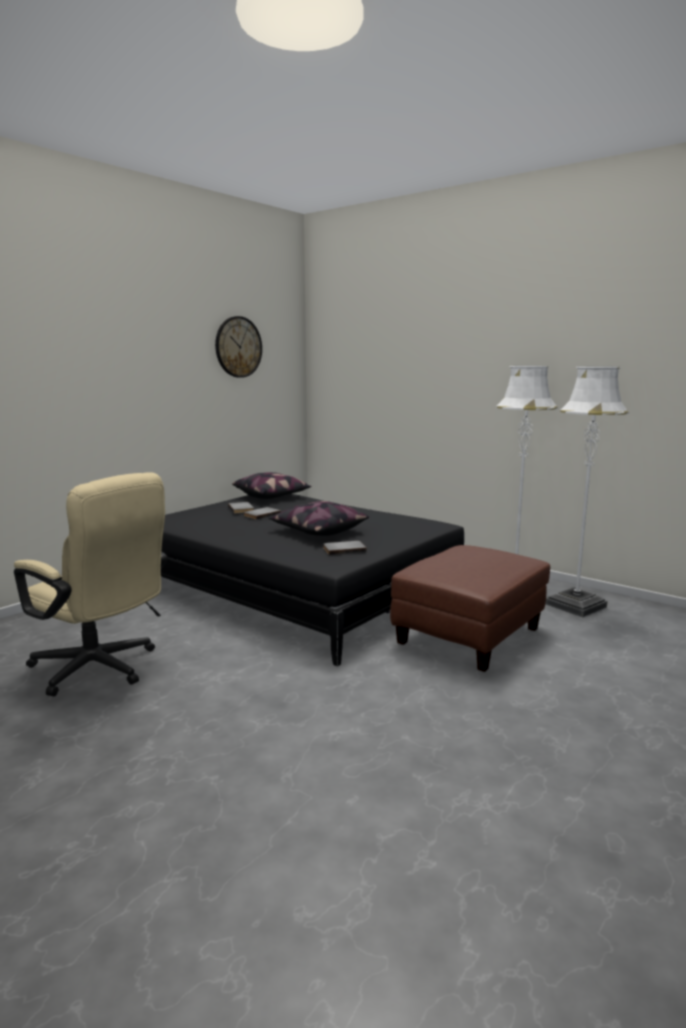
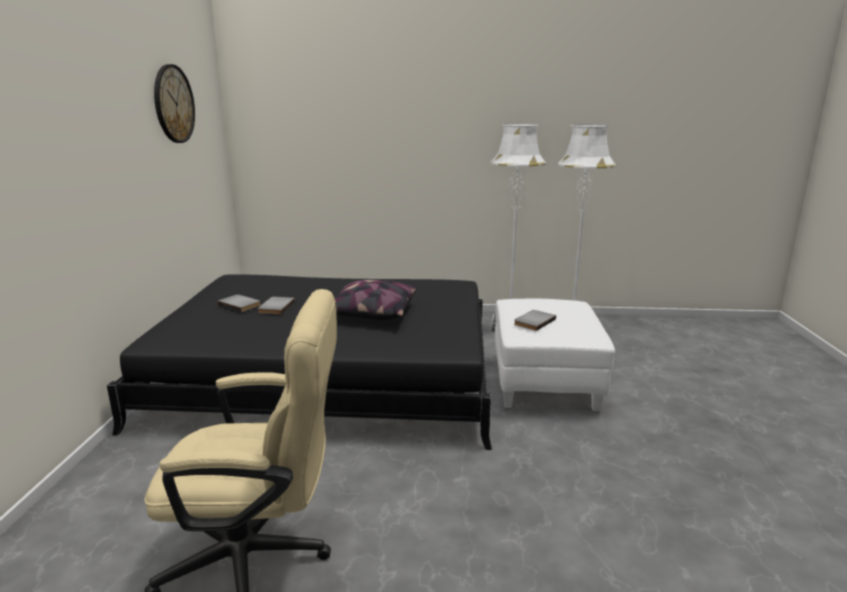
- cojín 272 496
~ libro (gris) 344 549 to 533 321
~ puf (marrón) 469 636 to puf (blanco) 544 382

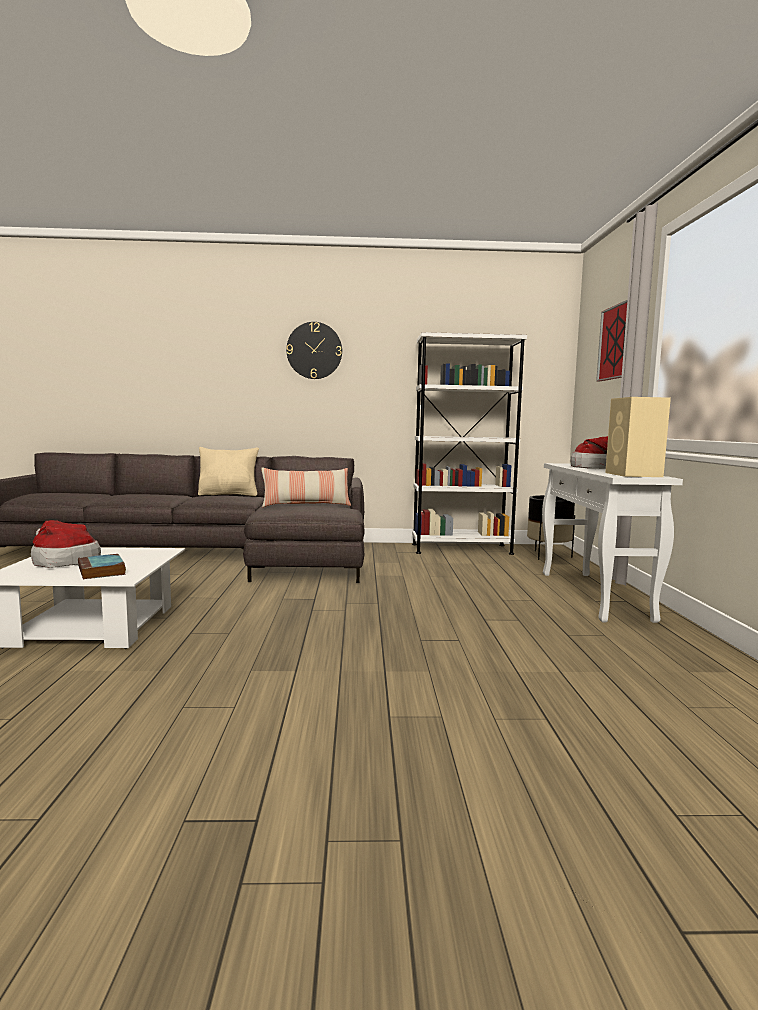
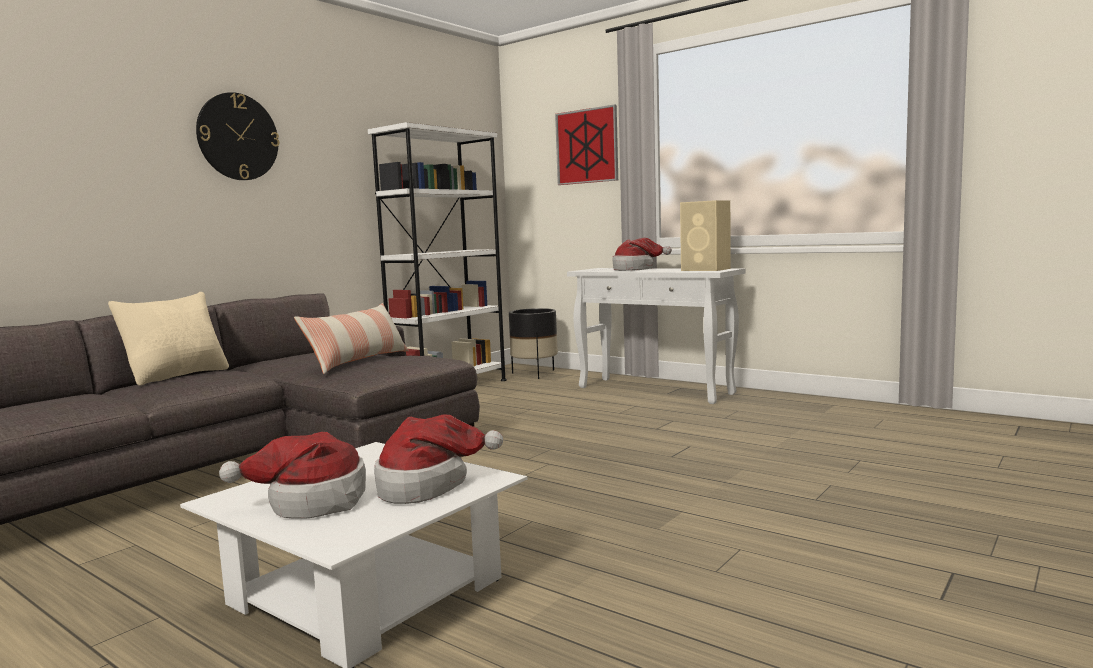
~ libro 102 571 to sombrero 428 485

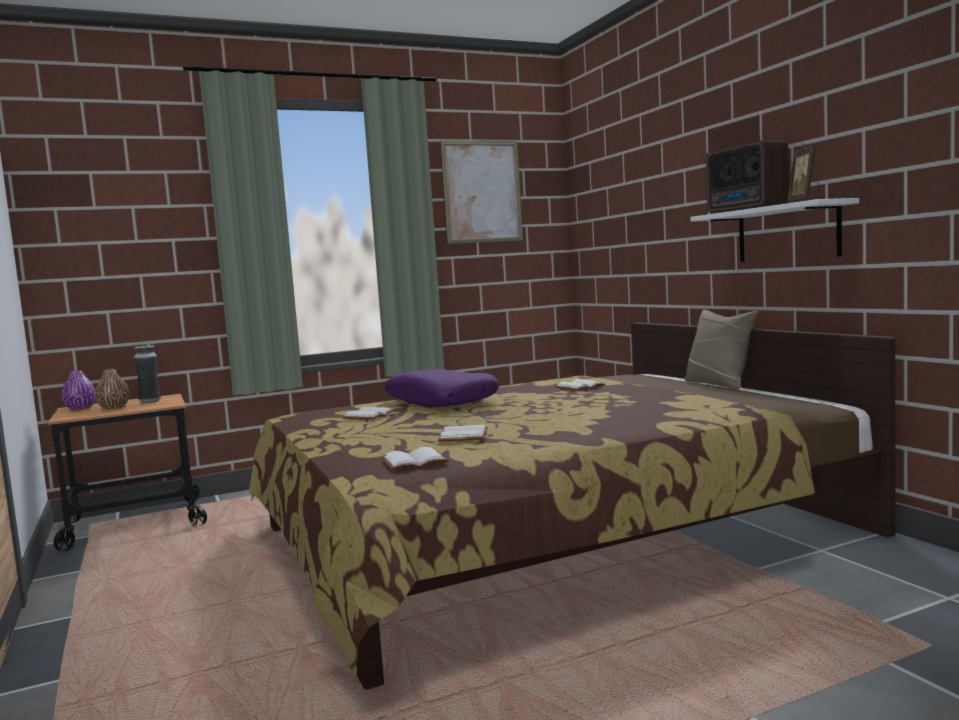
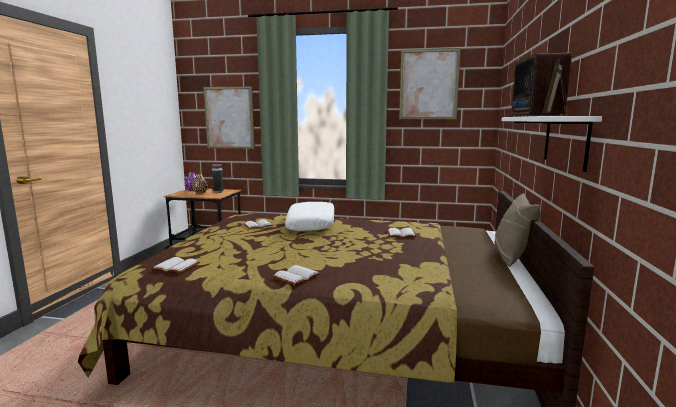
~ cojín (morado) 442 401 to cojín (blanco) 312 224
~ libro (blanco) 462 436 to 296 276
+ cuadro 229 118

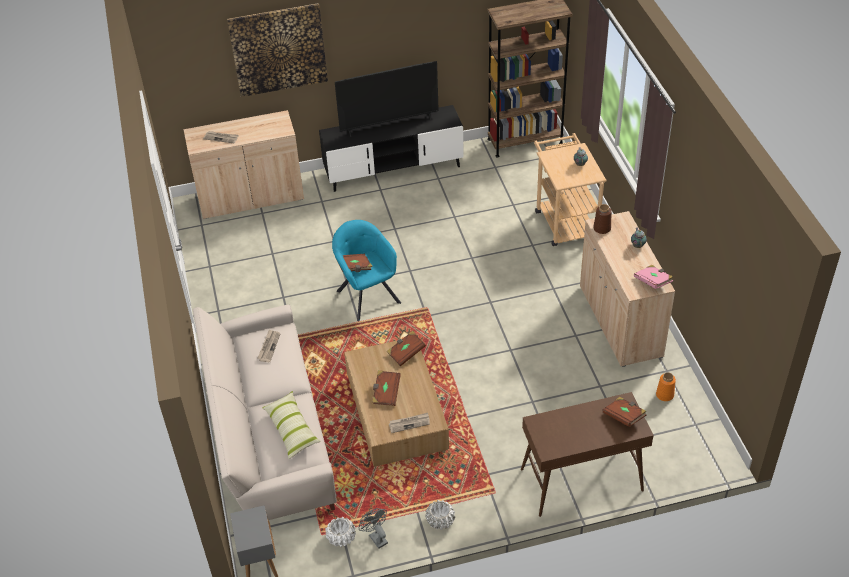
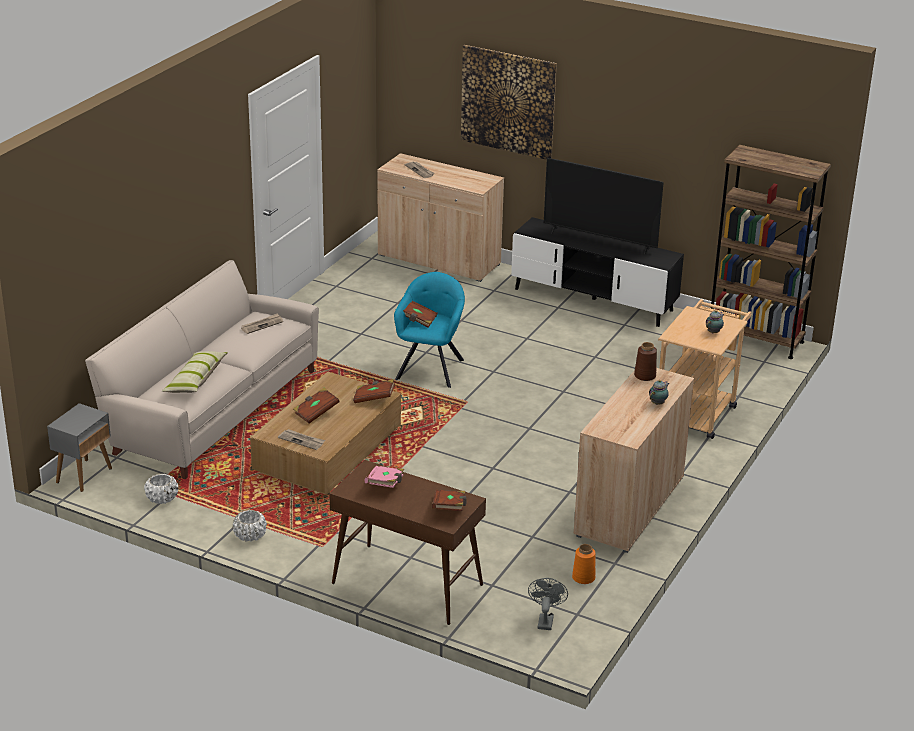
~ ventilador (gris) 376 537 to 545 620
~ libro (rosa) 653 282 to 385 484

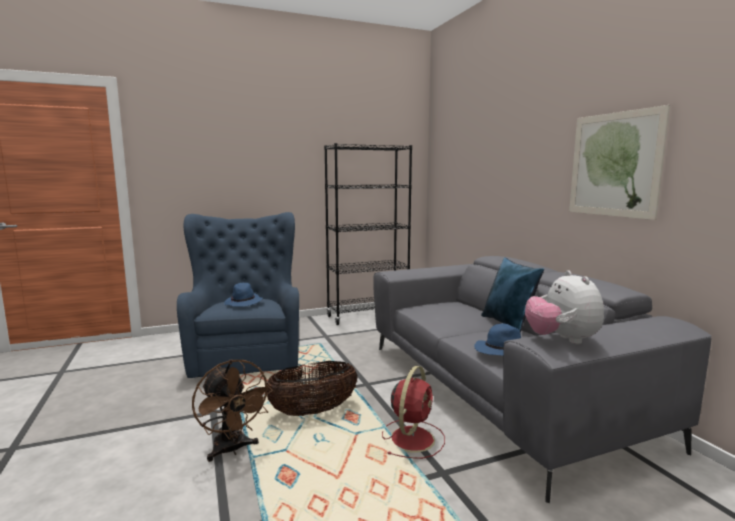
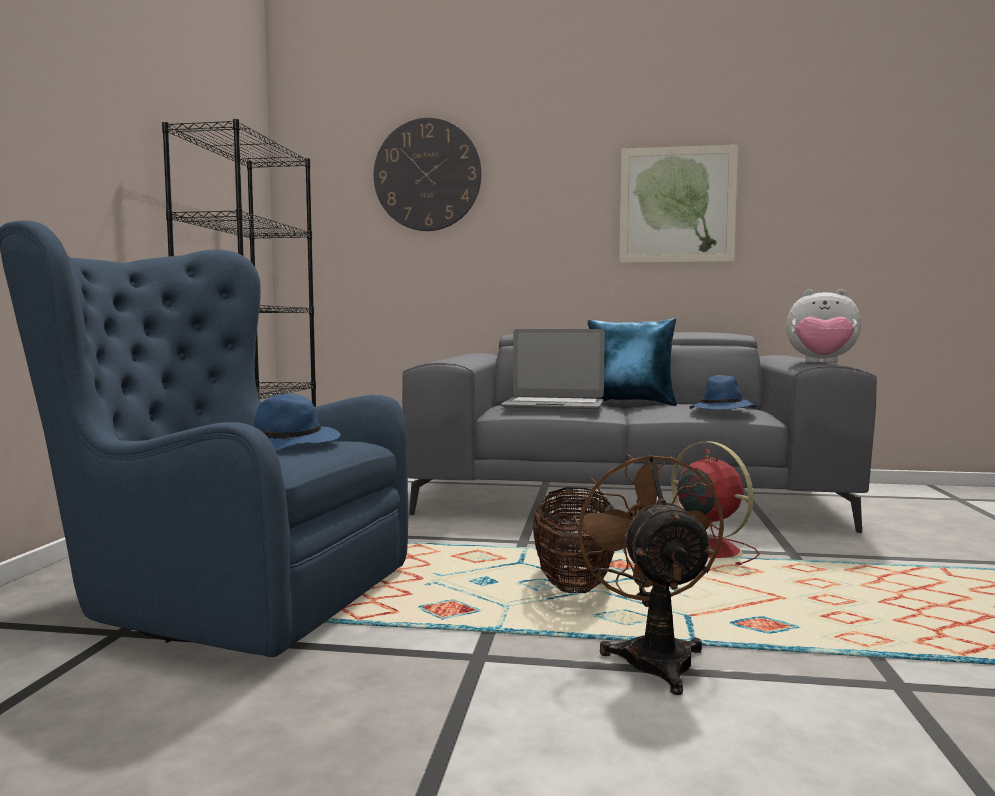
~ ventilador (marrón) 232 450 = 653 655 90 degrees counterclockwise
+ reloj de pared 427 175
+ portátil 553 405

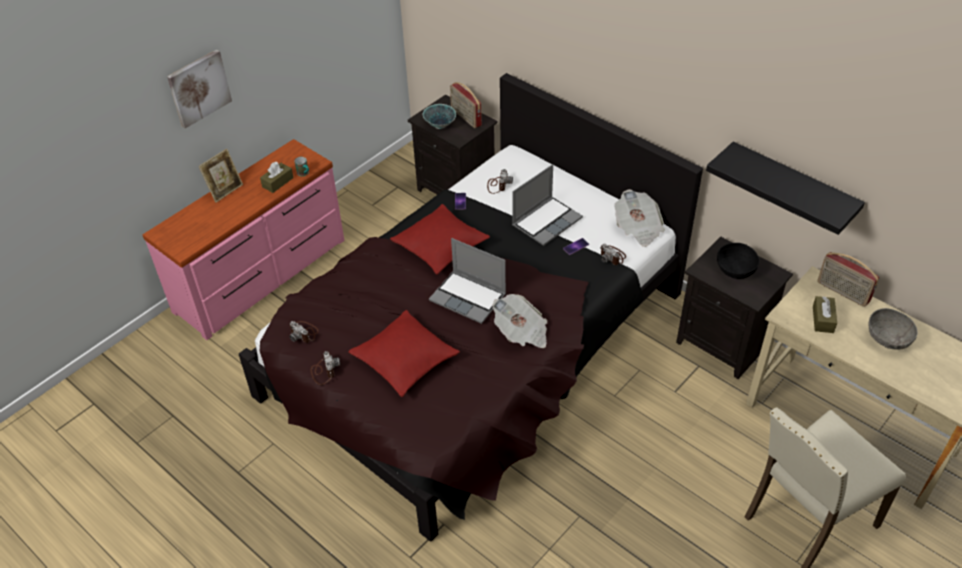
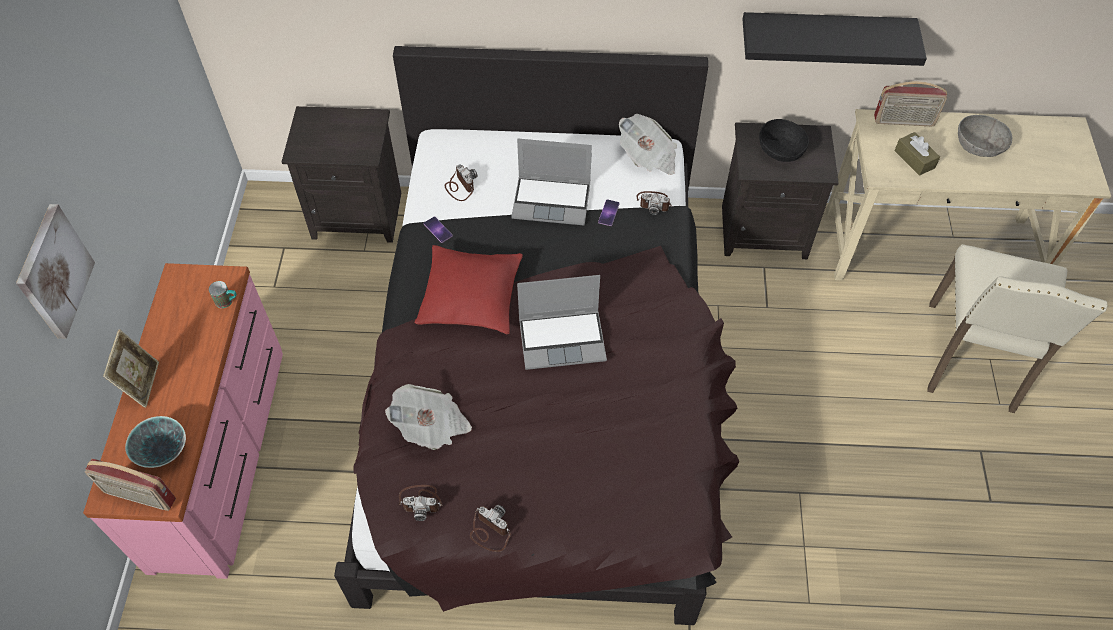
- caja de pañuelos (marrón) 278 182
- cojín (rojo) 405 360
~ cuenco 439 125 to 162 452
~ radio 465 117 to 139 496
~ periódico 521 332 to 432 426
~ portátil 546 221 = 552 201 90 degrees clockwise

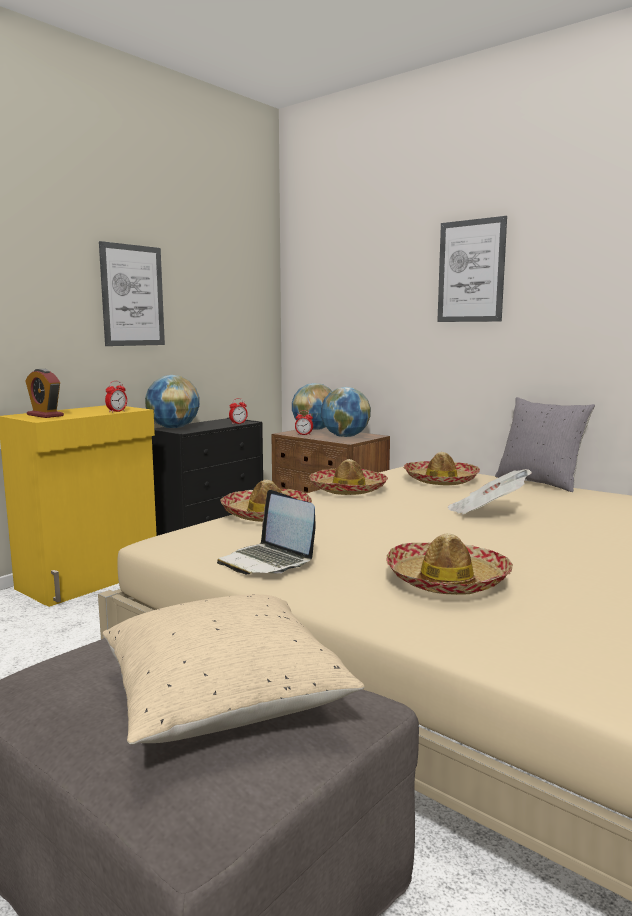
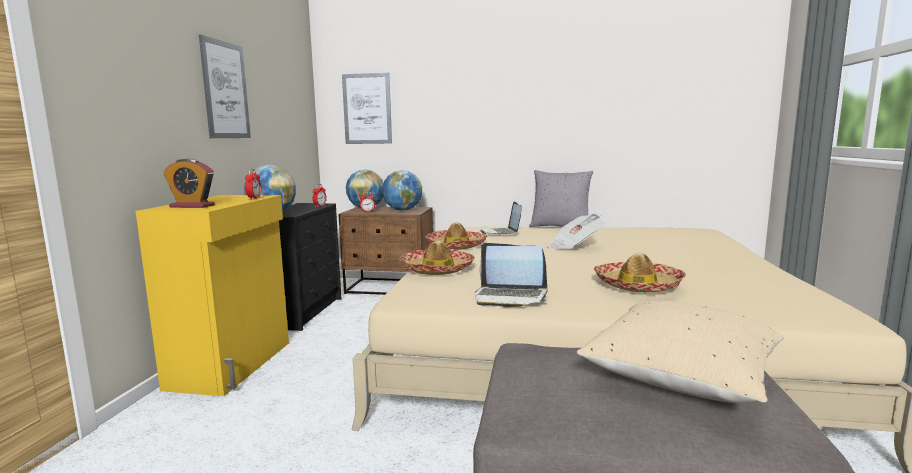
~ sombrero 440 480 to portátil 501 233
~ cuadro 471 271 to 367 109

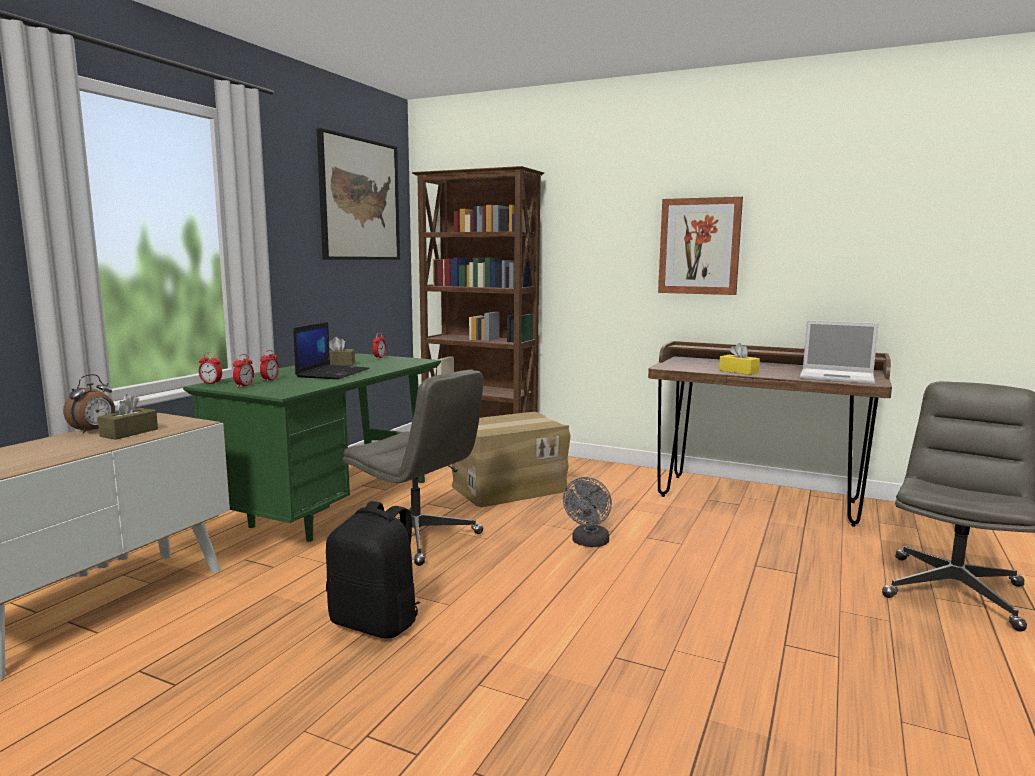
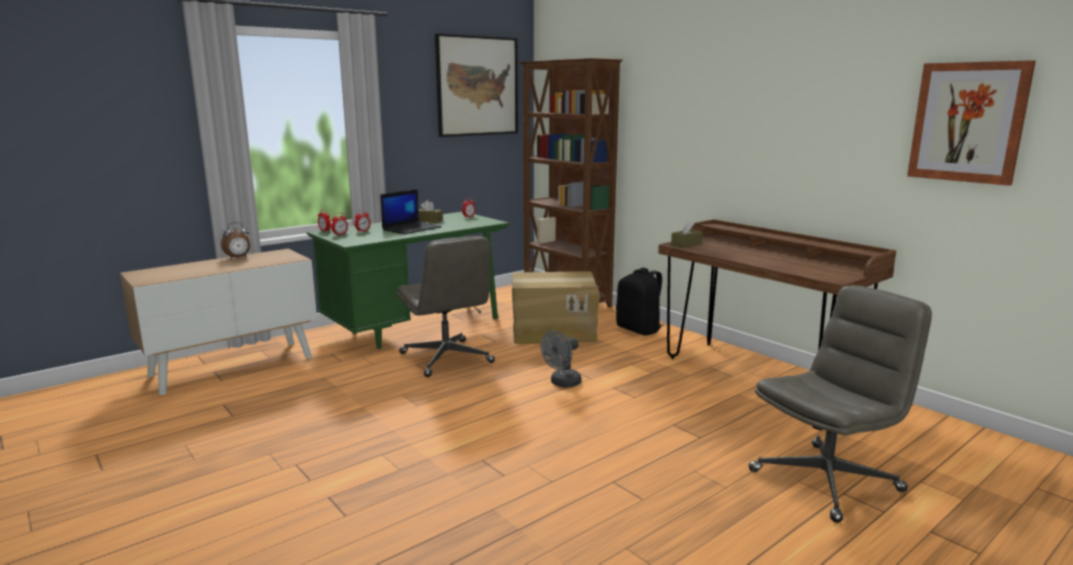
~ caja de pañuelos (marrón) 129 433 to 686 244
~ mochila (negro) 376 623 to 639 329
~ cuadro 699 246 to 968 122
- caja de pañuelos (amarillo) 738 371
- portátil 838 377

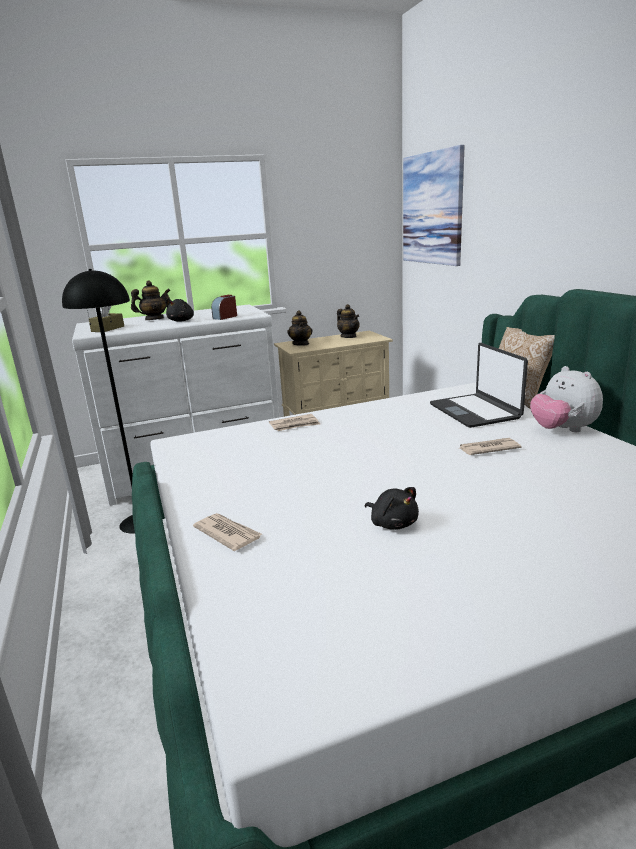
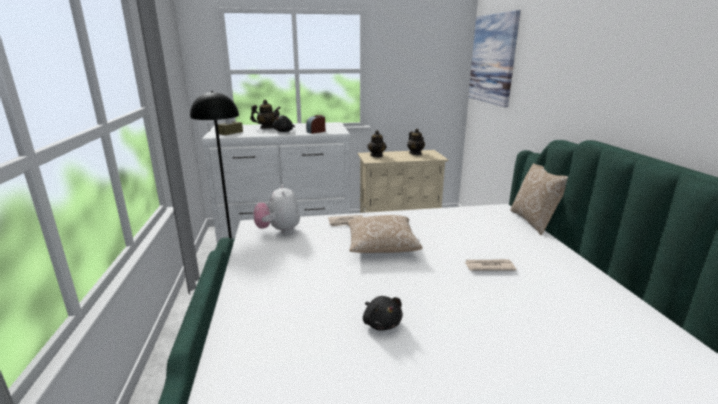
- periódico 227 533
- portátil 475 411
~ peluche 562 430 to 279 231
+ cojín 381 246

